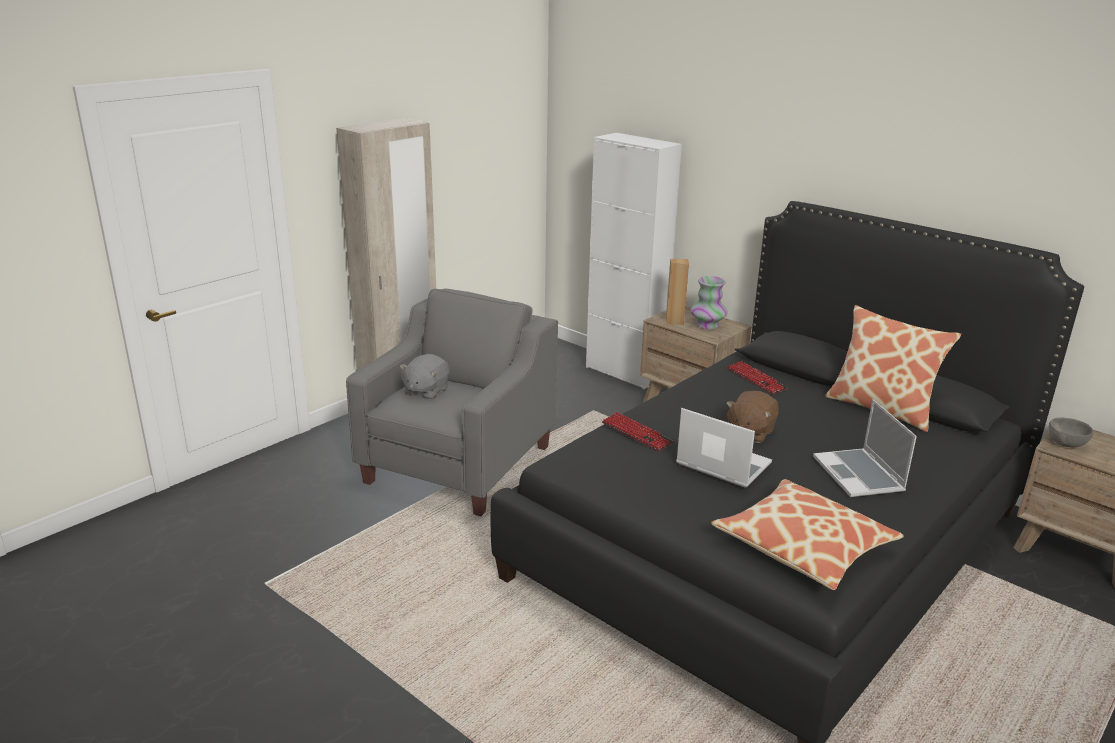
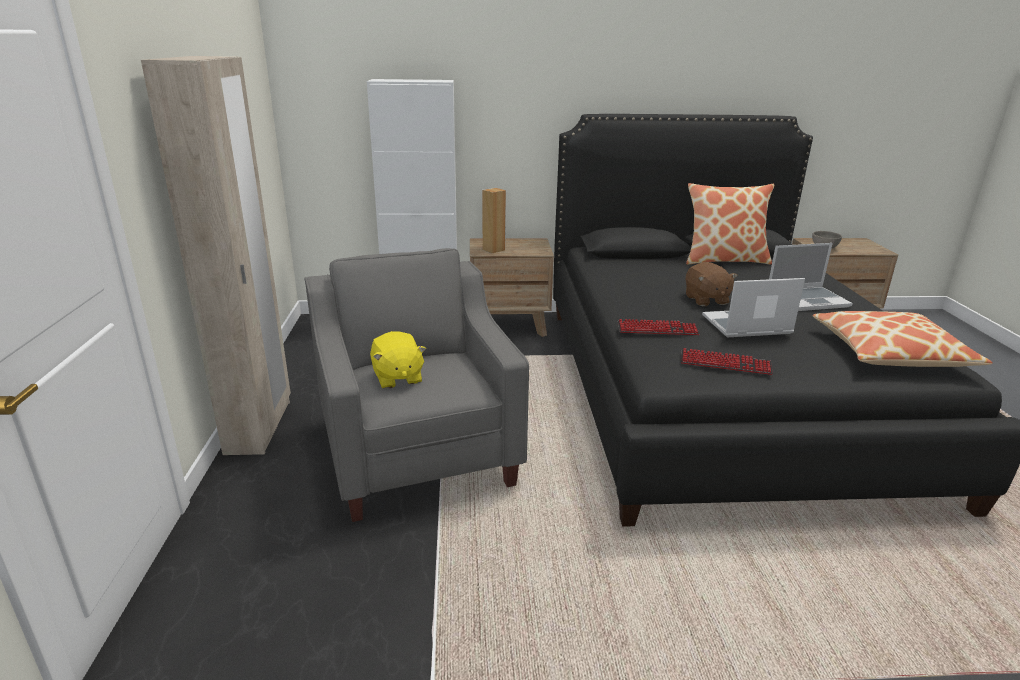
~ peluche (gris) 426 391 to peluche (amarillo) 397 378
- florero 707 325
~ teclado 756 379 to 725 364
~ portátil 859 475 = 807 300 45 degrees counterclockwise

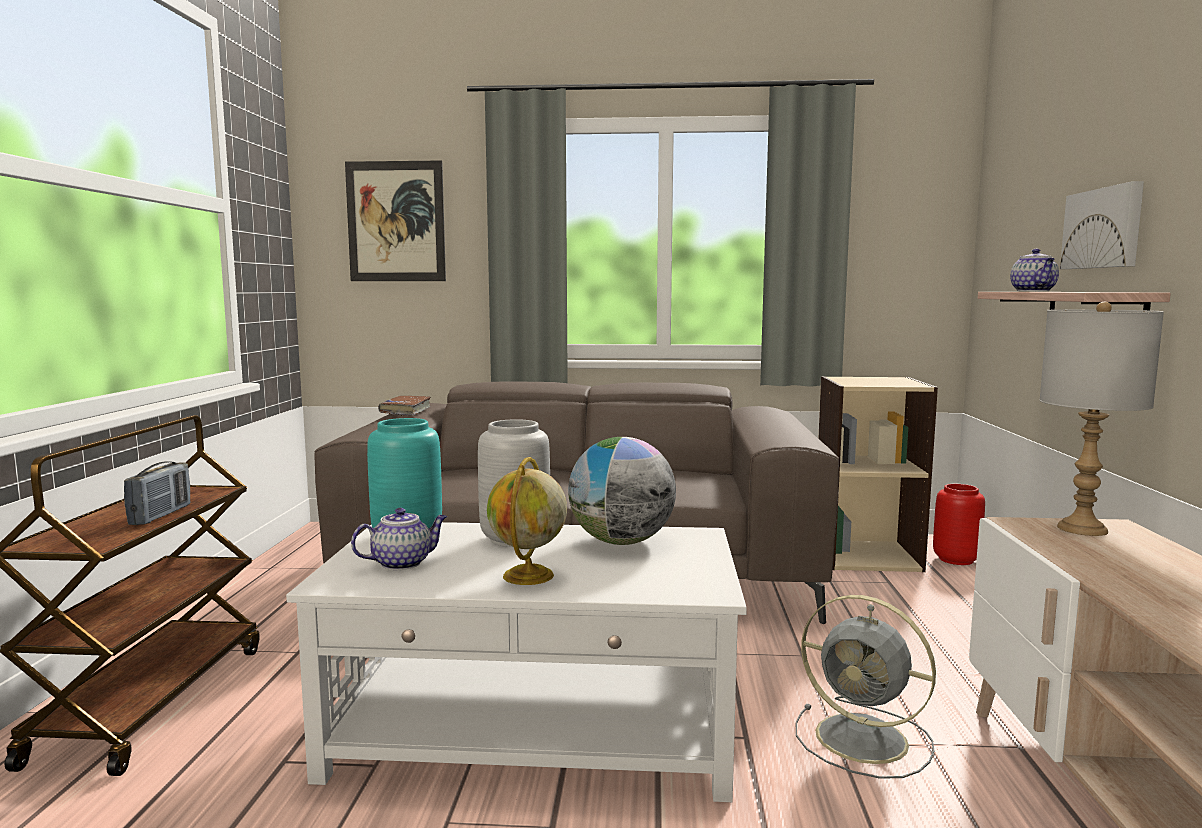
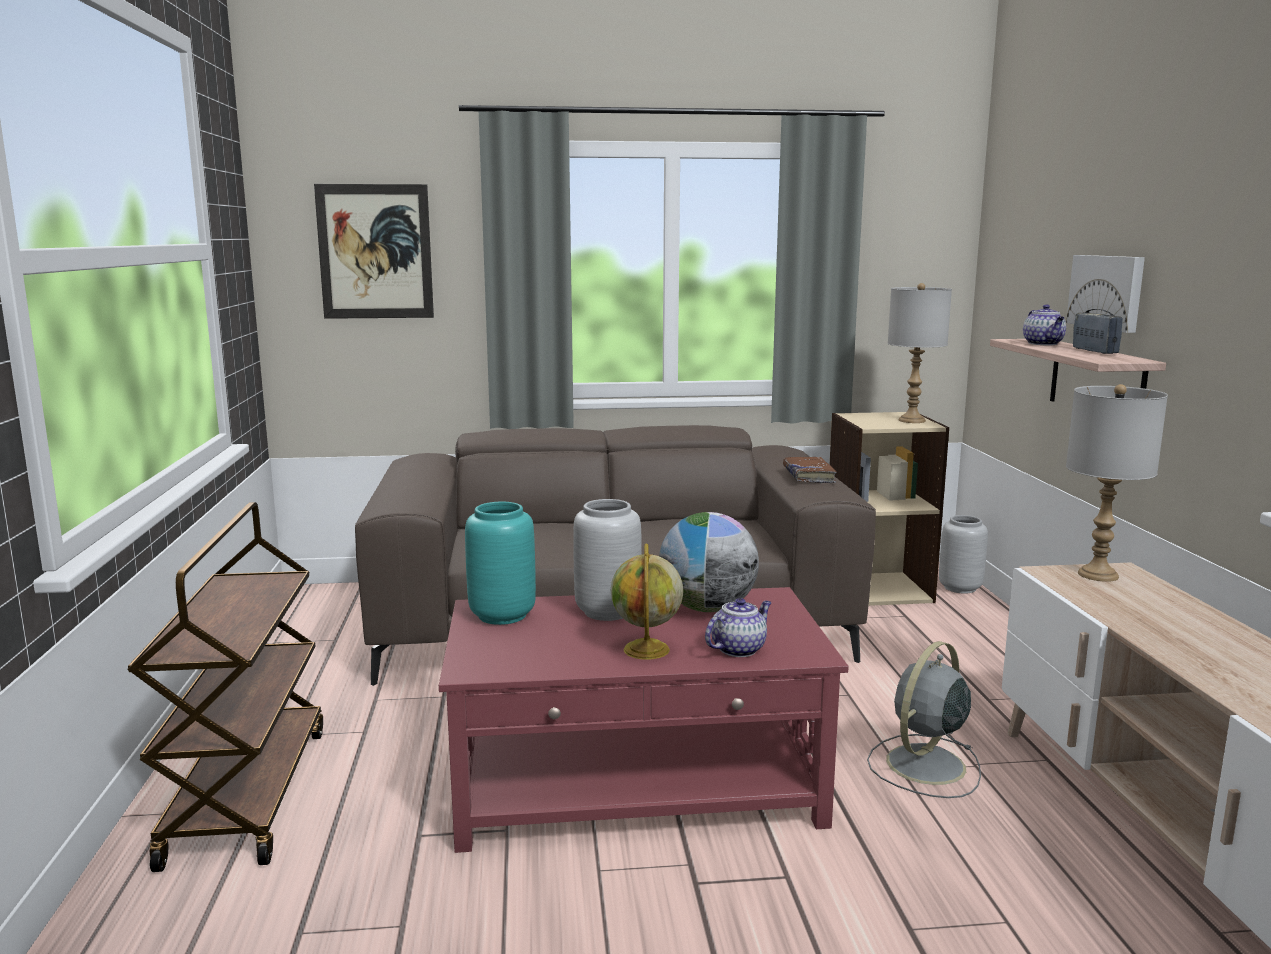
~ radio 161 515 to 1094 351
~ mesa de centro (blanco) 536 729 to mesa de centro (rojo) 637 783
~ tetera 402 563 to 738 649
~ libro (marrón) 405 411 to 808 476
~ ventilador (gris) 865 740 = 924 766 105 degrees clockwise
~ florero (rojo) 957 560 to florero (gris) 961 588
+ lámpara de mesa (gris) 912 420

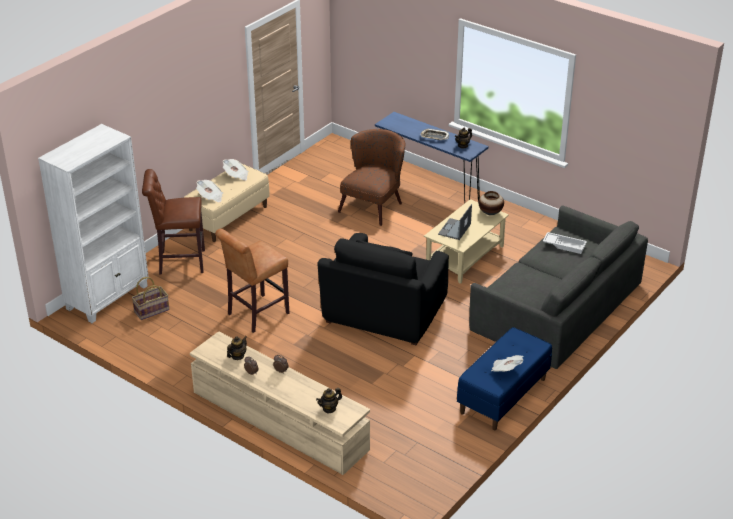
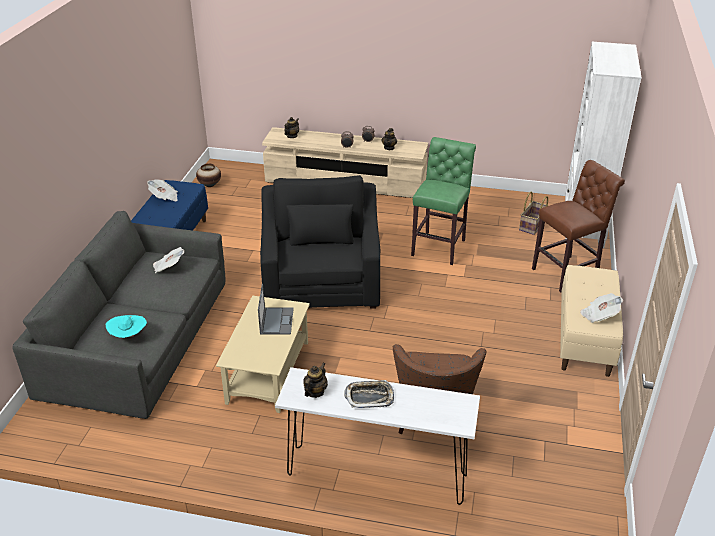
~ periódico 210 197 to 169 267
~ taburete (marrón) 255 315 to taburete (verde) 440 246
~ mesa consola (azul) 429 190 to mesa consola (blanco) 376 475
~ florero 490 213 to 210 185
~ bandeja (blanco) 564 245 to sombrero (turquesa) 128 336

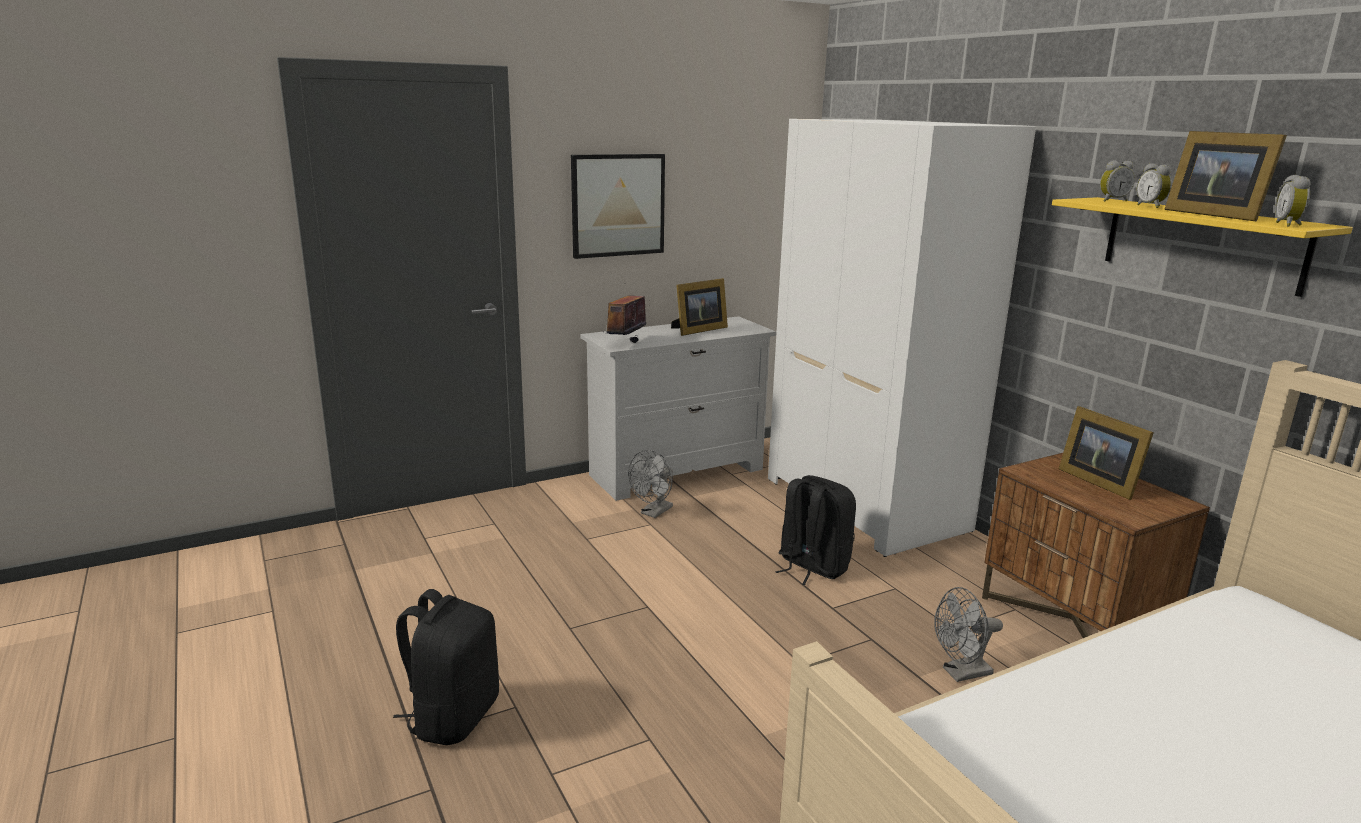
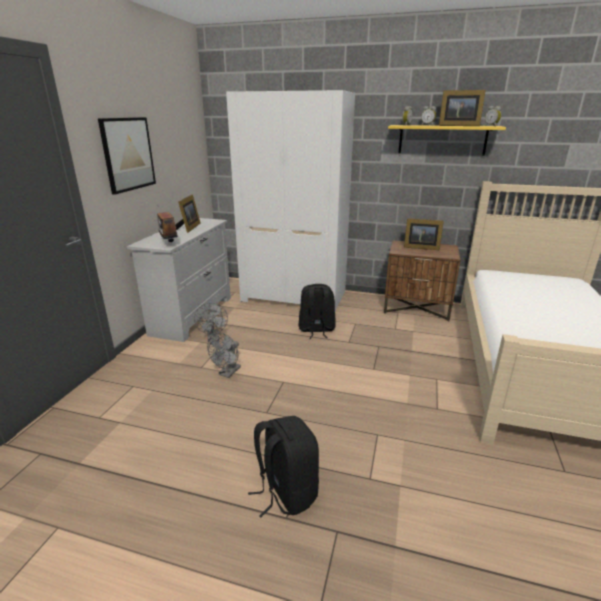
~ ventilador (gris) 961 673 to 227 373

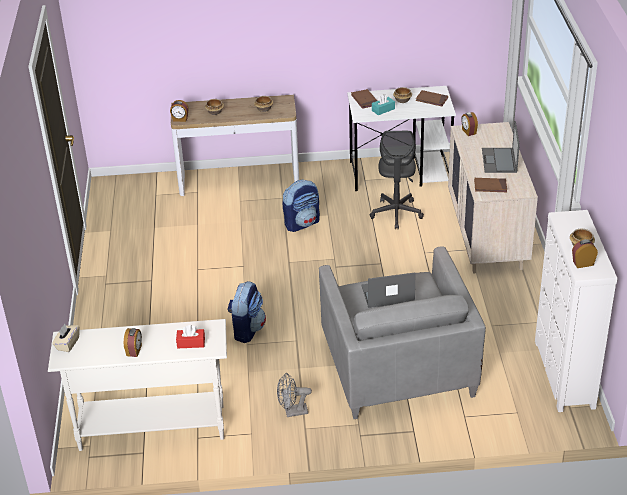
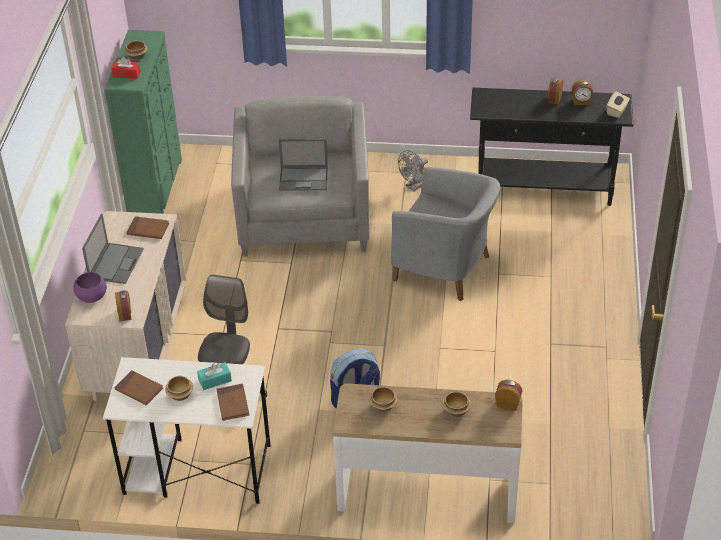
~ mesa consola (blanco) 151 427 to mesa consola (negro) 544 189
~ caja de pañuelos (rojo) 191 343 to 126 74
~ mochila 247 329 to sillón (gris) 445 269
~ ventilador (gris) 292 412 = 414 186 135 degrees clockwise
~ cómoda (blanco) 563 374 to cómoda (verde) 156 188
~ despertador 583 263 to 581 102
+ cuenco (morado) 91 297

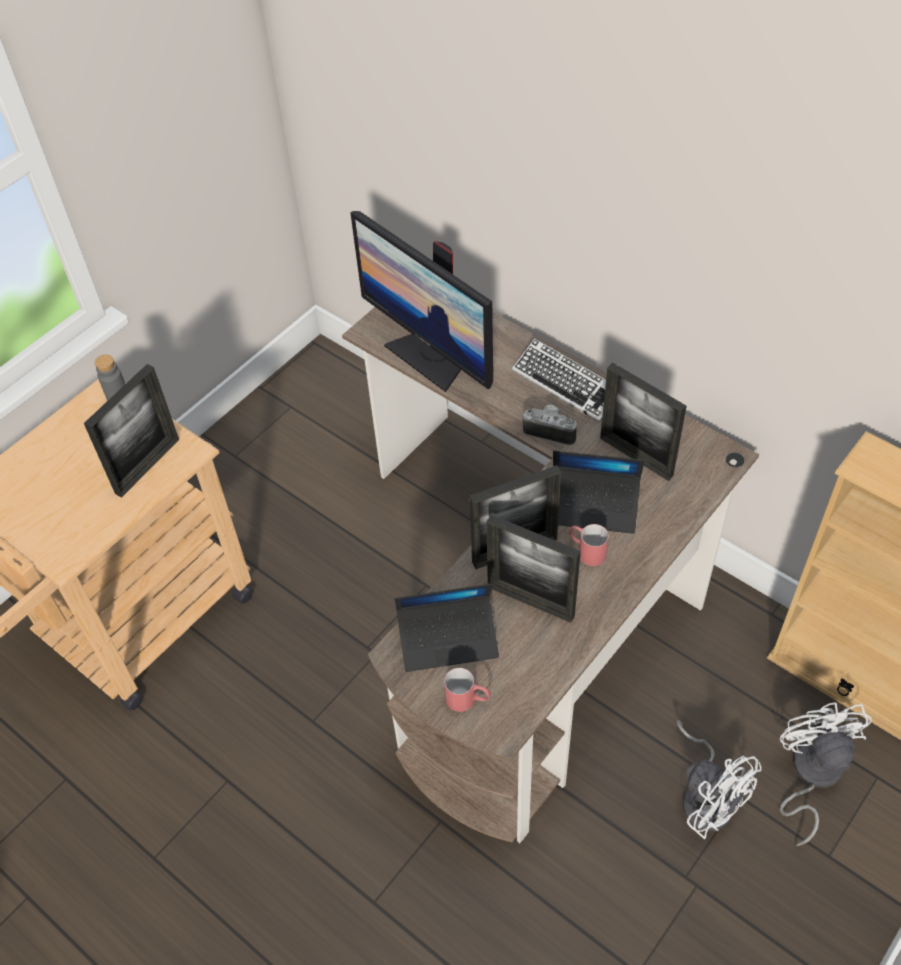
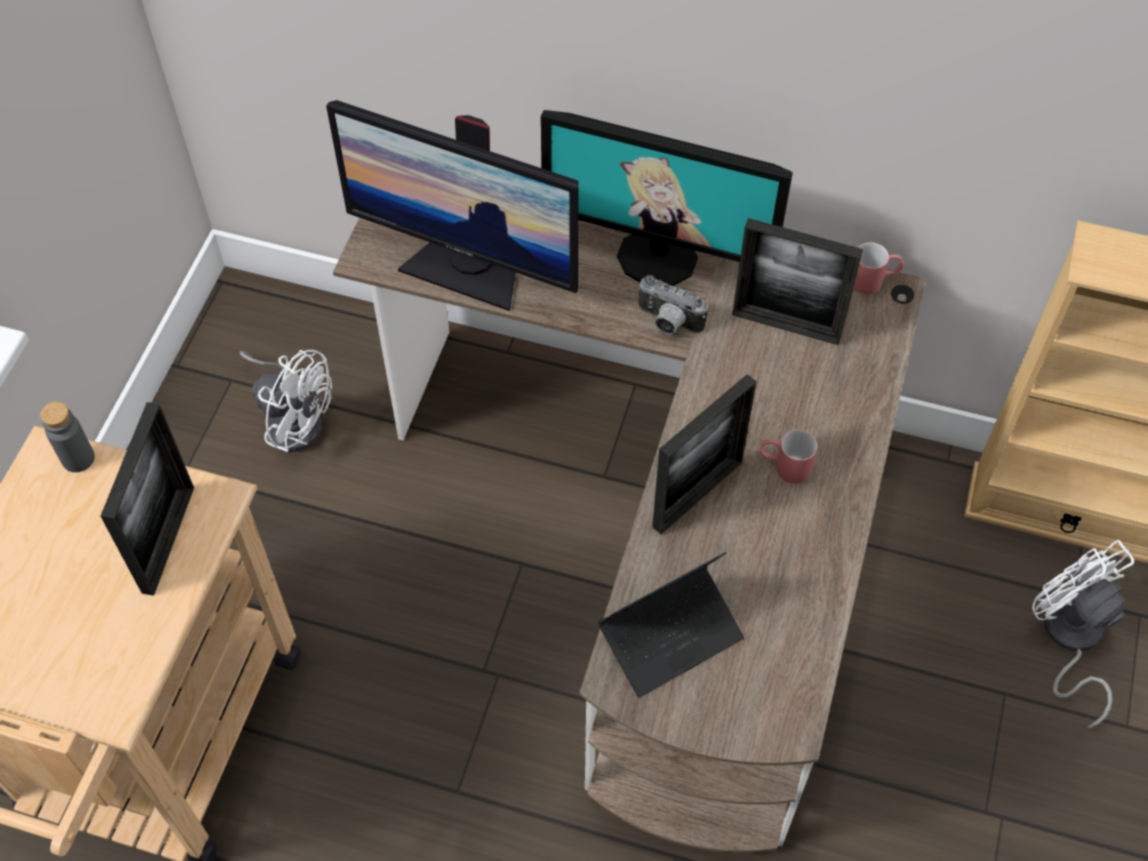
~ taza grande (rojo) 468 700 to 874 280
- portarretratos 530 601
~ teclado 566 384 to monitor 658 256
~ cámara 551 430 = 667 322 150 degrees counterclockwise
- portátil 593 506
~ ventilador (blanco) 707 797 to 293 419

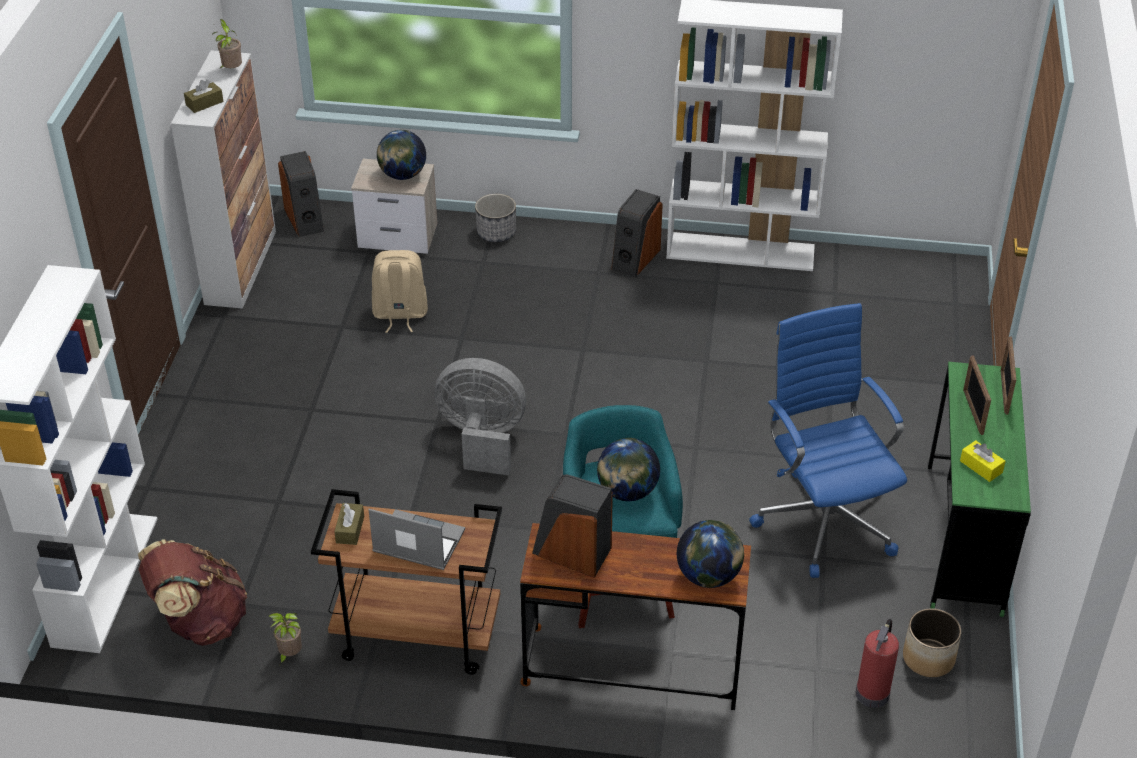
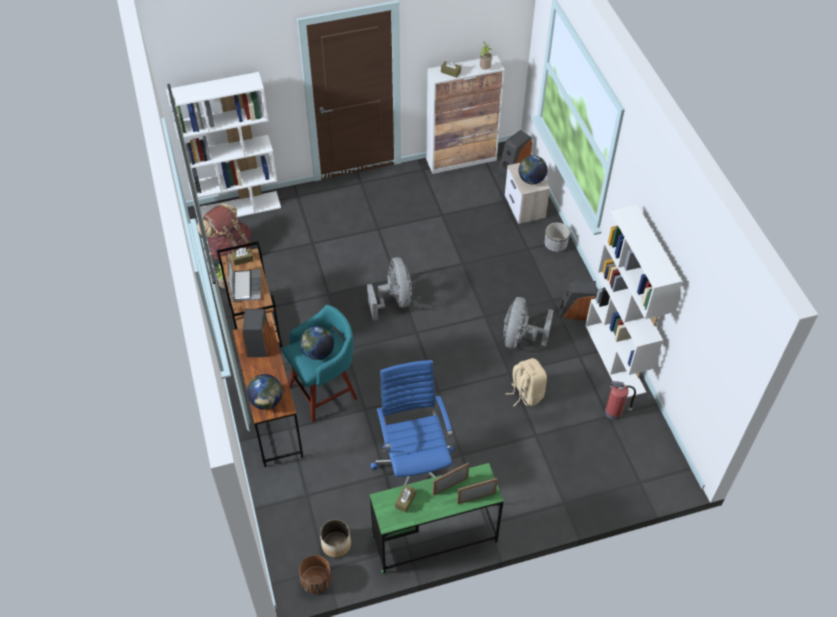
~ mochila (beis) 399 314 to 525 393
~ silla de oficina (azul) 824 518 = 415 466 60 degrees counterclockwise
~ extintor 873 692 to 614 412
~ caja de pañuelos (amarillo) 981 467 to caja de pañuelos (marrón) 405 501
+ maceta (marrón) 316 581
+ ventilador (gris) 520 338

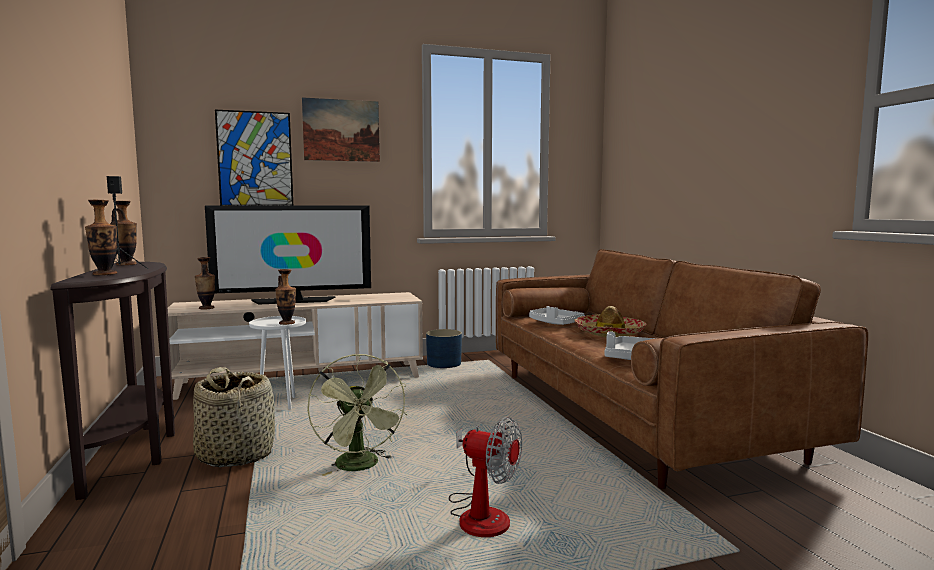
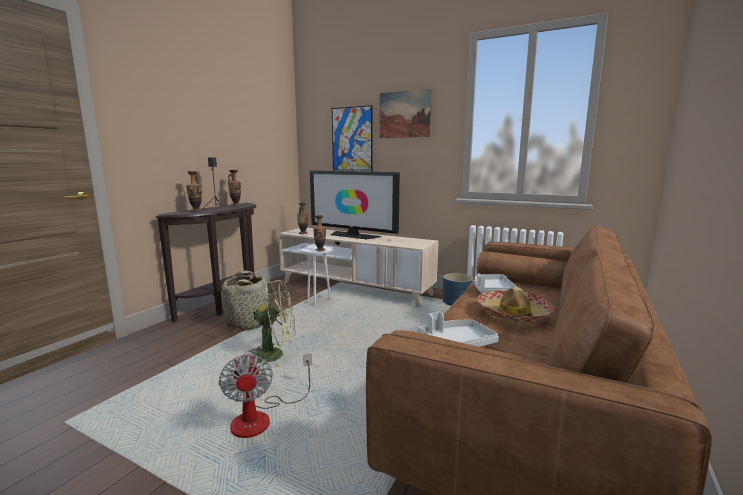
~ ventilador (verde) 361 466 = 275 354 120 degrees counterclockwise

